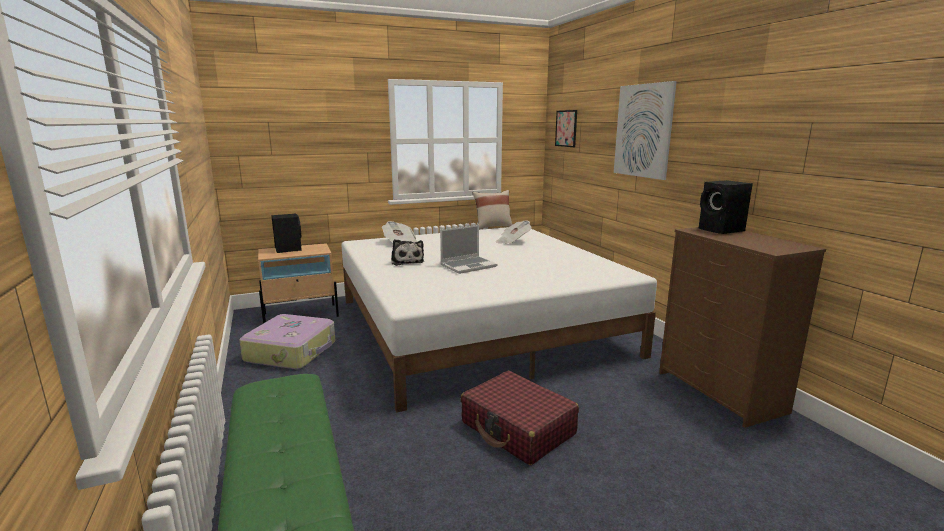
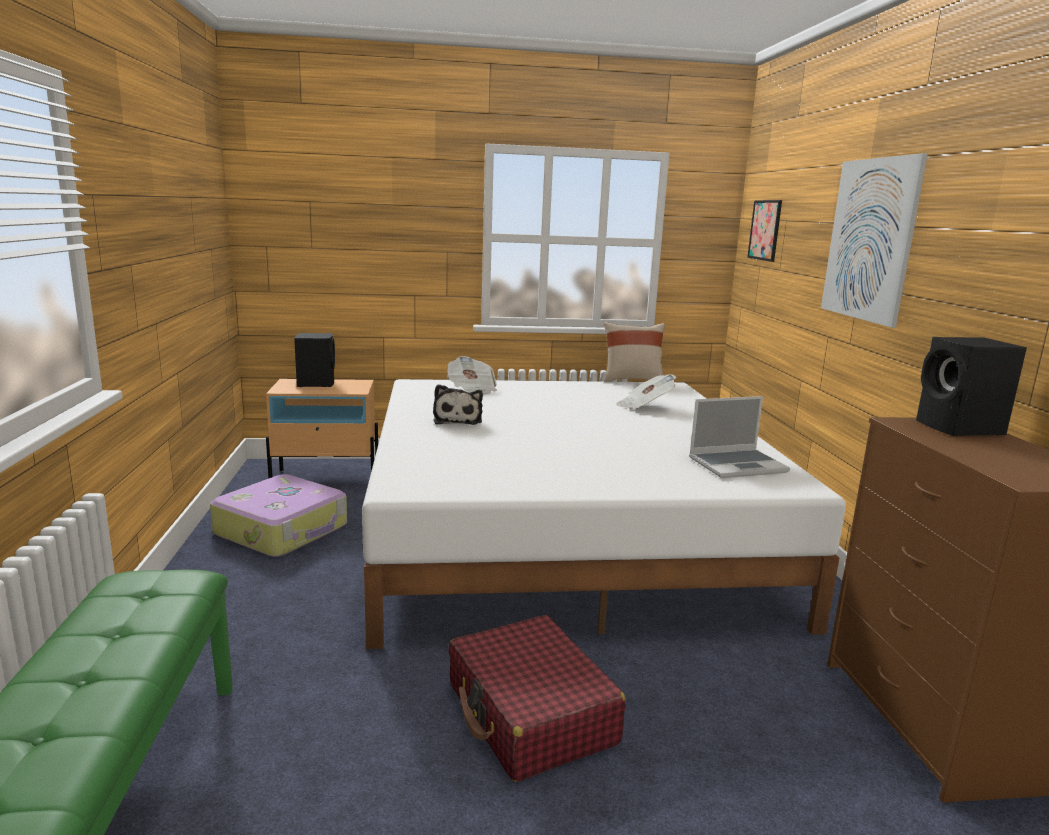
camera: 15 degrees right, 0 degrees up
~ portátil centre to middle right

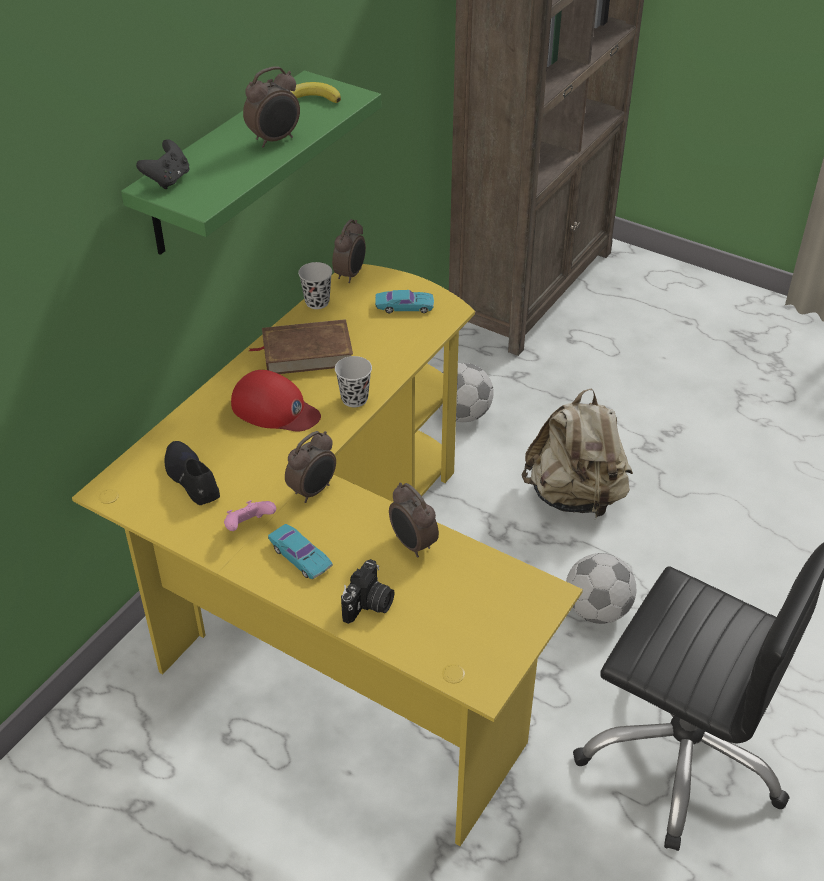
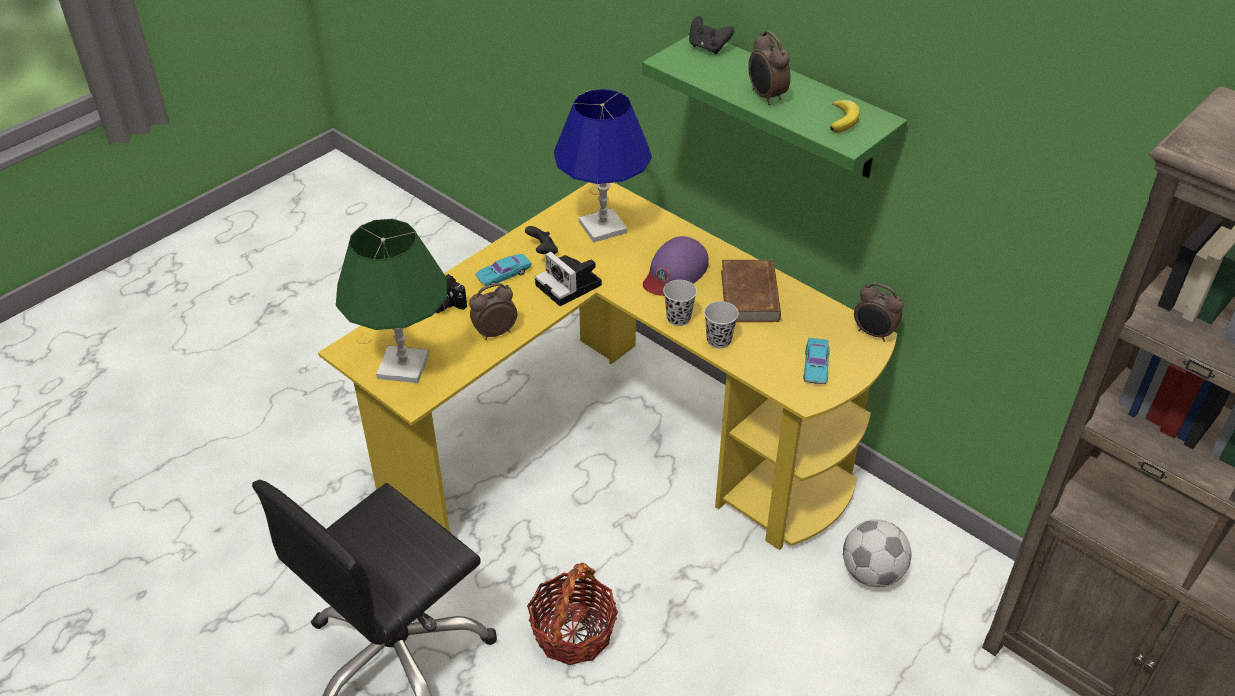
camera: 100 degrees right, 0 degrees up
+ lámpara de mesa (verde) middle left
~ mando de consola (rosa) middle left to mando de consola (negro) (no. 1 from left) centre
~ balón de fútbol (no. 2 from left) bottom right to cesta bottom centre
~ despertador (no. 2 from left) centre to cámara (no. 2 from left) centre
~ zapato (negro) middle left to lámpara de mesa (azul) top centre
~ gorra (rojo) centre to gorra (morado) centre
~ taza (negro) (no. 1 from left in the first image) top centre to taza (negro) (no. 2 from left) centre
- mochila (beis) middle right

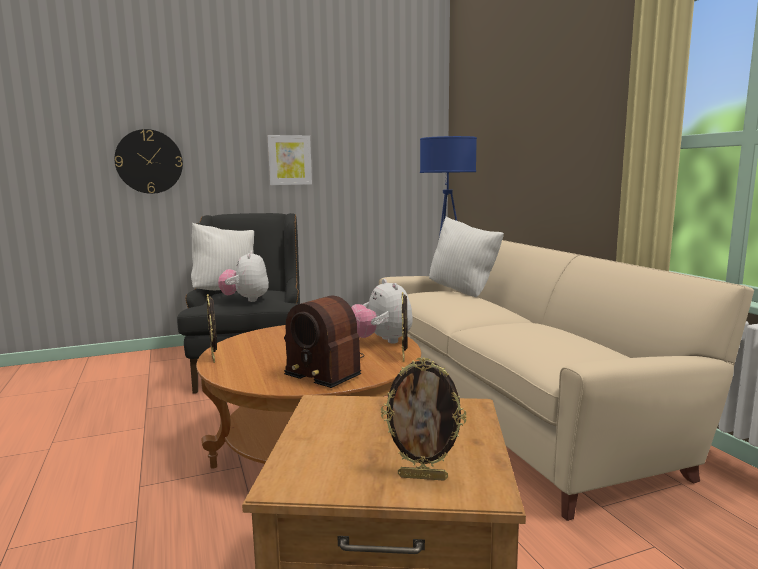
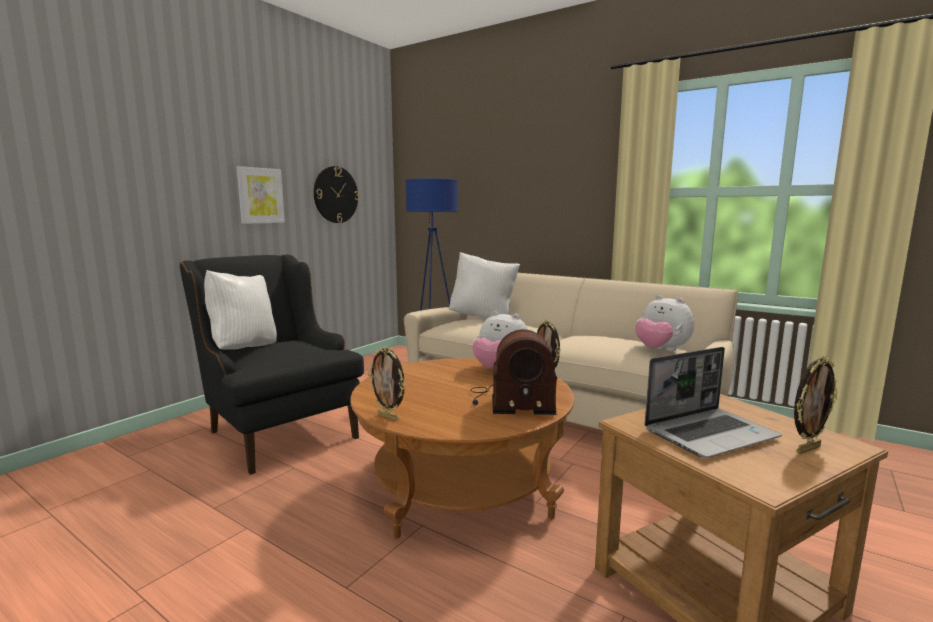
camera: 35 degrees left, 0 degrees up
~ reloj de pared top left to top centre
~ peluche (no. 1 from left in the first image) middle left to peluche (no. 2 from left) middle right
+ portátil middle right

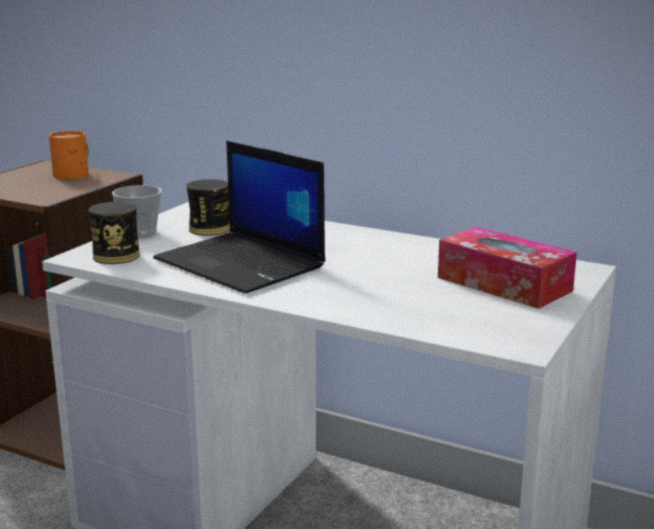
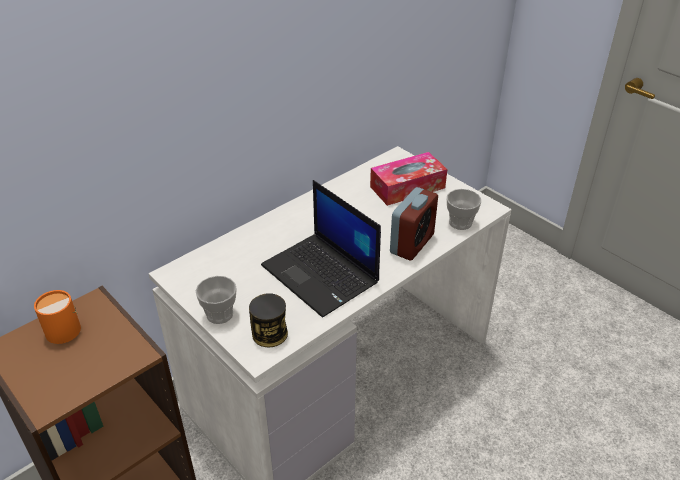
camera: 70 degrees left, 20 degrees up
~ portátil centre = centre 75 degrees clockwise
+ despertador centre
+ taza (no. 2 from left) middle right
- lata (no. 2 from left) middle left

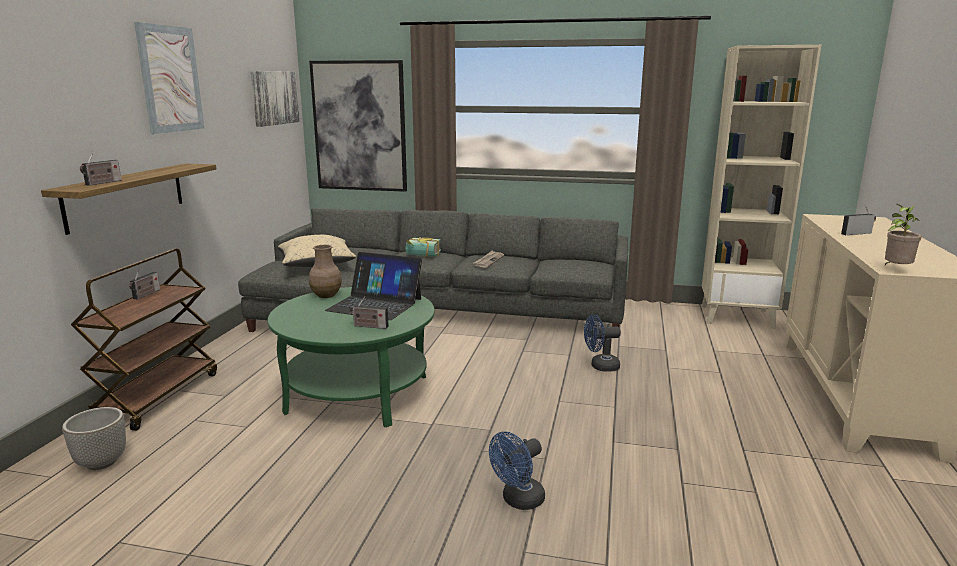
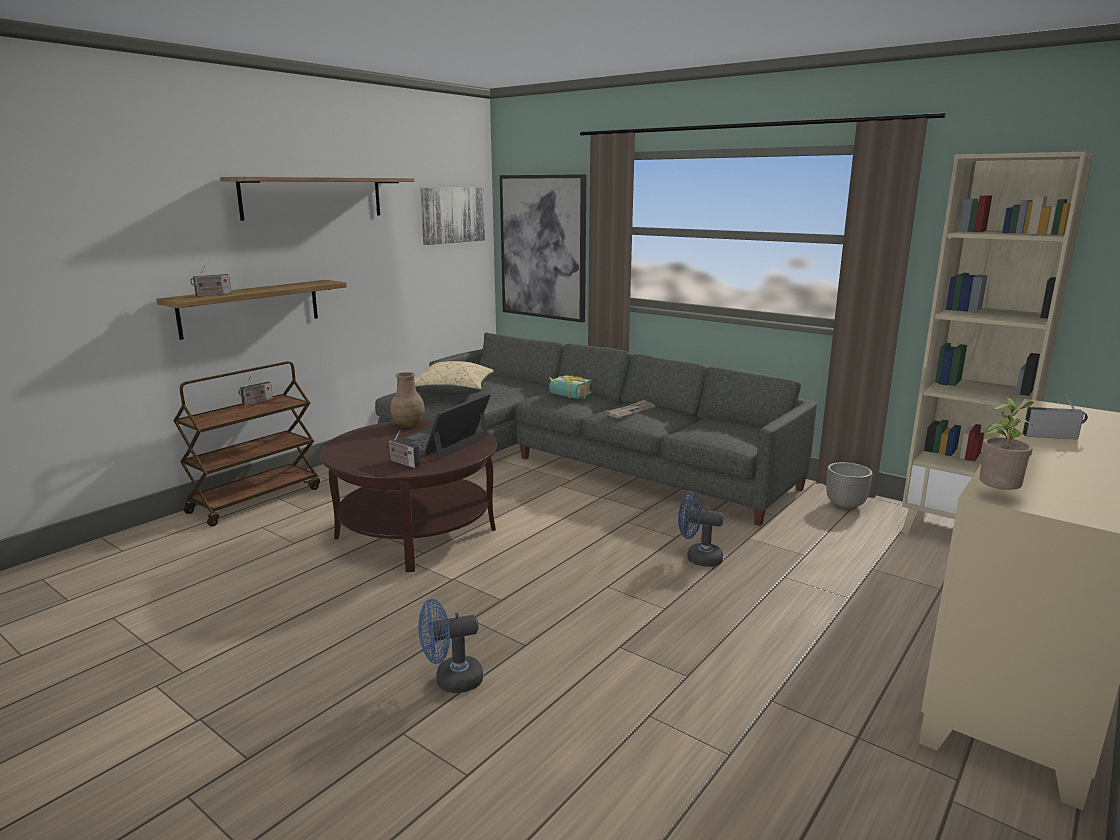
camera: 25 degrees right, 0 degrees up
~ cuadro (no. 1 from left) top left to estante (no. 2 from left) top left
~ mesa de centro (verde) centre to mesa de centro (marrón) centre
~ portátil centre = centre 75 degrees clockwise
~ maceta bottom left to middle right

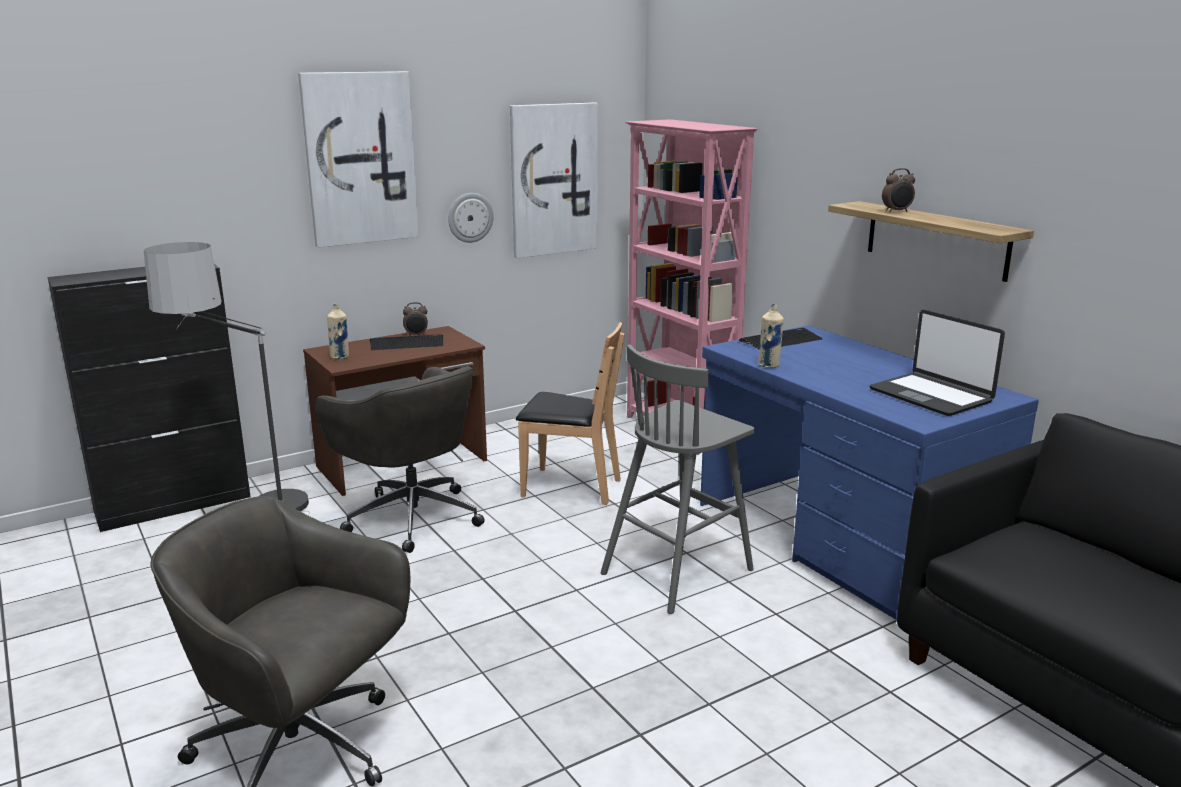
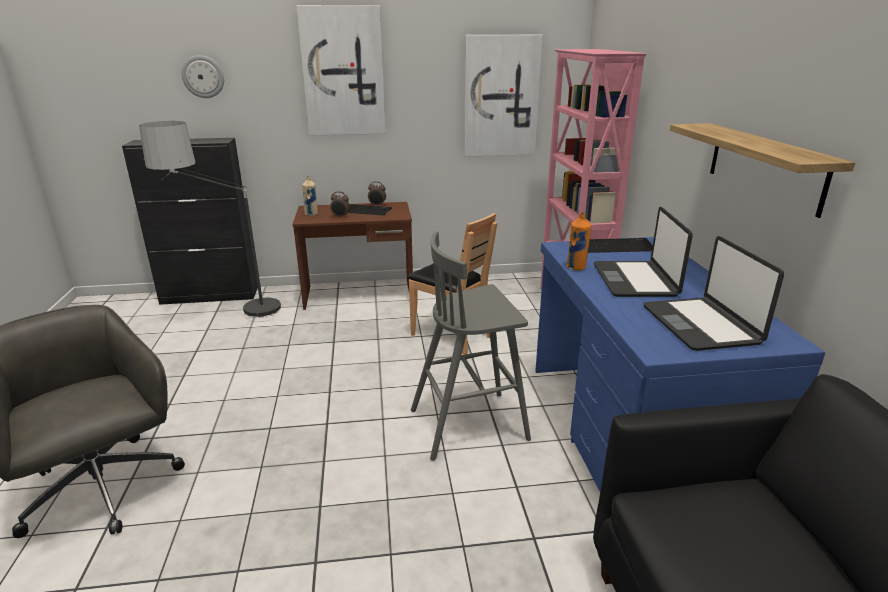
camera: 25 degrees right, 5 degrees up
~ reloj de pared top centre to top left
~ despertador (no. 2 from left in the first image) top right to despertador (no. 1 from left) centre
~ botella (beis) (no. 2 from left) centre to botella (naranja) centre
+ portátil (no. 1 from left) middle right
- silla de oficina (gris) (no. 2 from left) centre

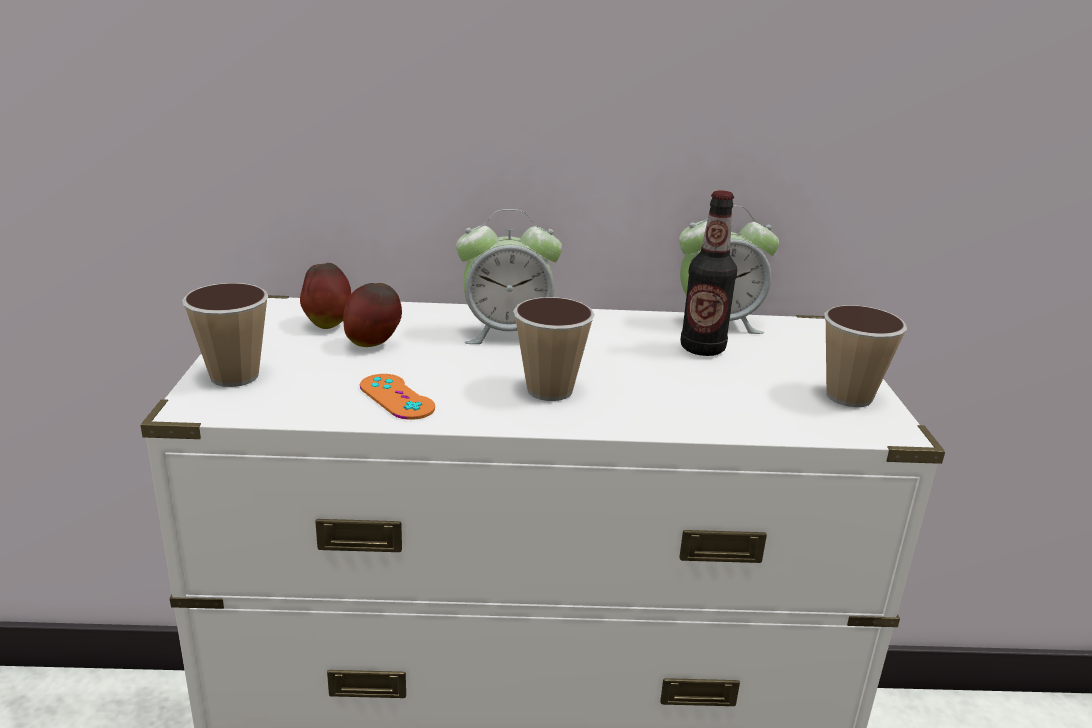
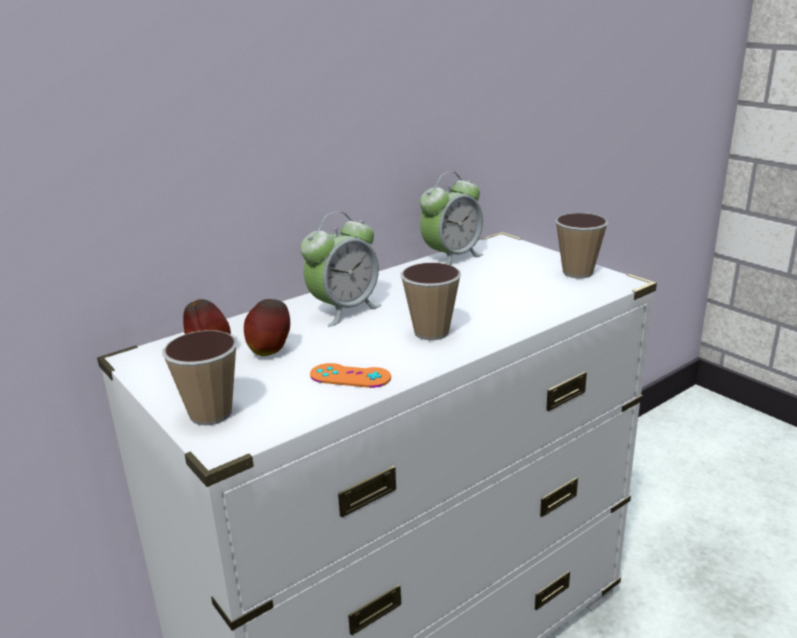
camera: 35 degrees left, 0 degrees up
- botella centre

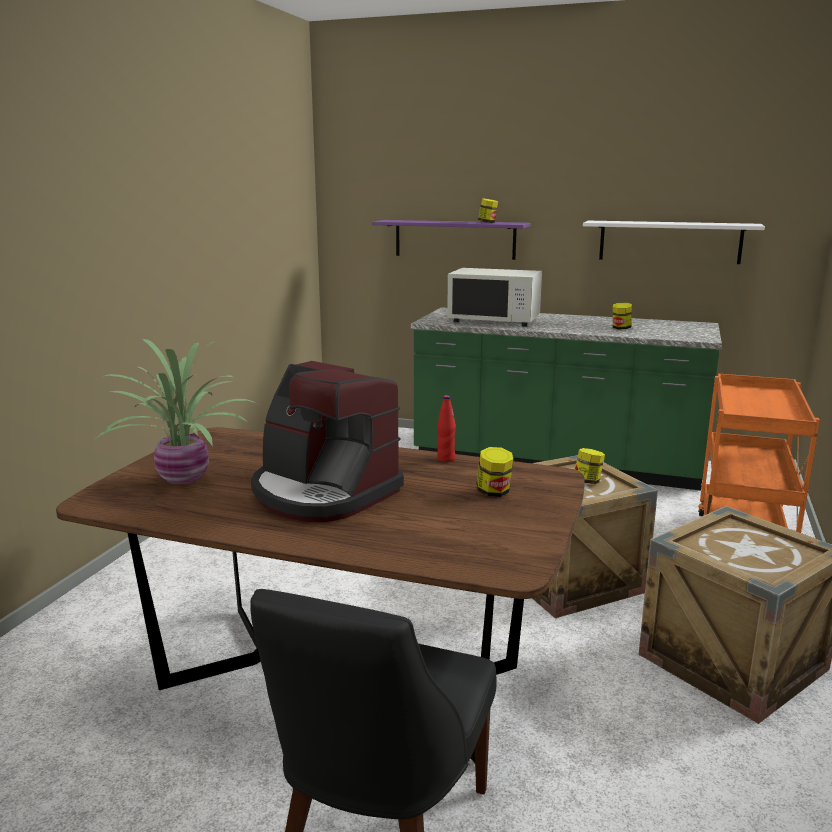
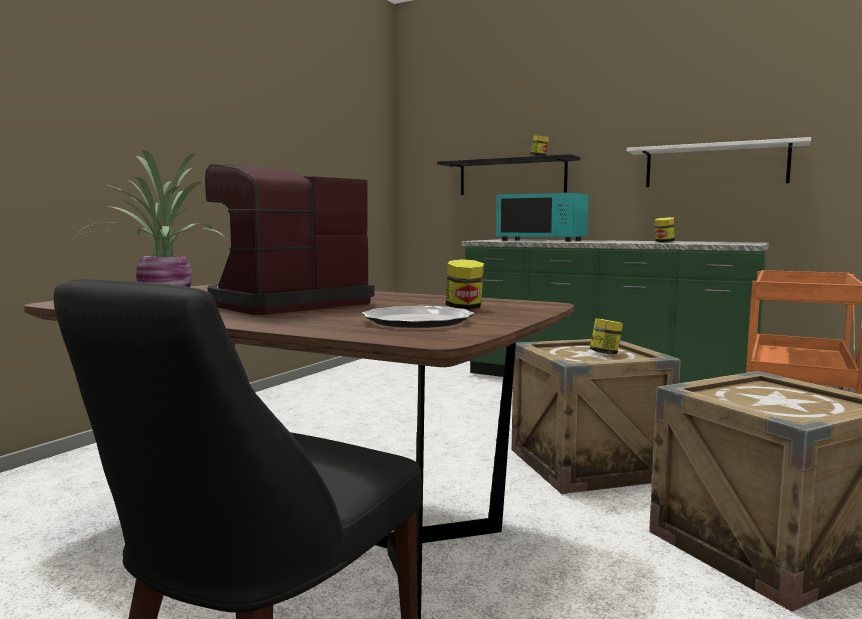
camera: 10 degrees right, 10 degrees down
~ cafetera centre = centre 90 degrees clockwise
+ plato centre
~ estante (morado) top centre to estante (negro) top centre
~ microondas (blanco) centre to microondas (turquesa) centre
- botella (rojo) centre

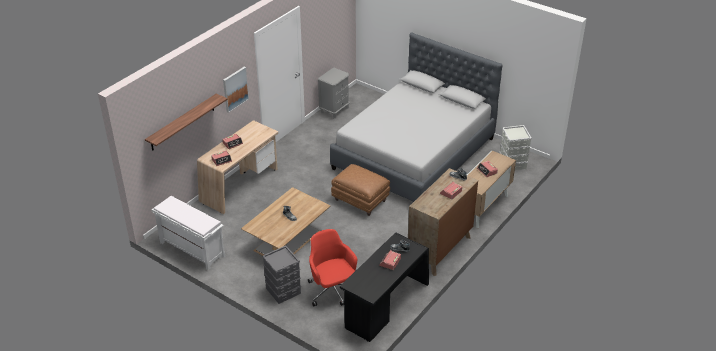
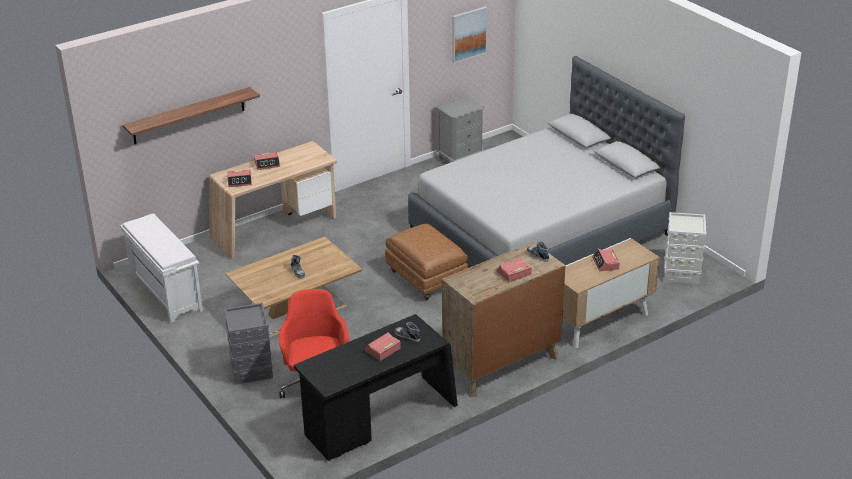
camera: 20 degrees right, 5 degrees down
~ cuadro top left to top centre

